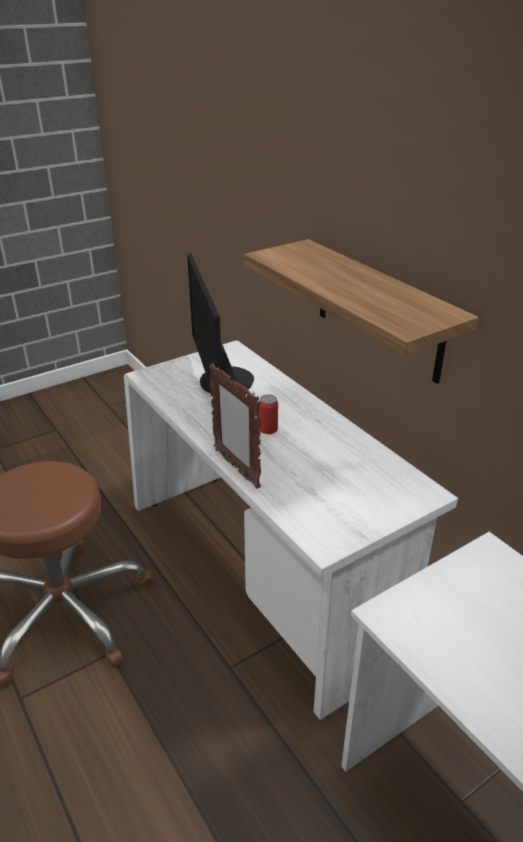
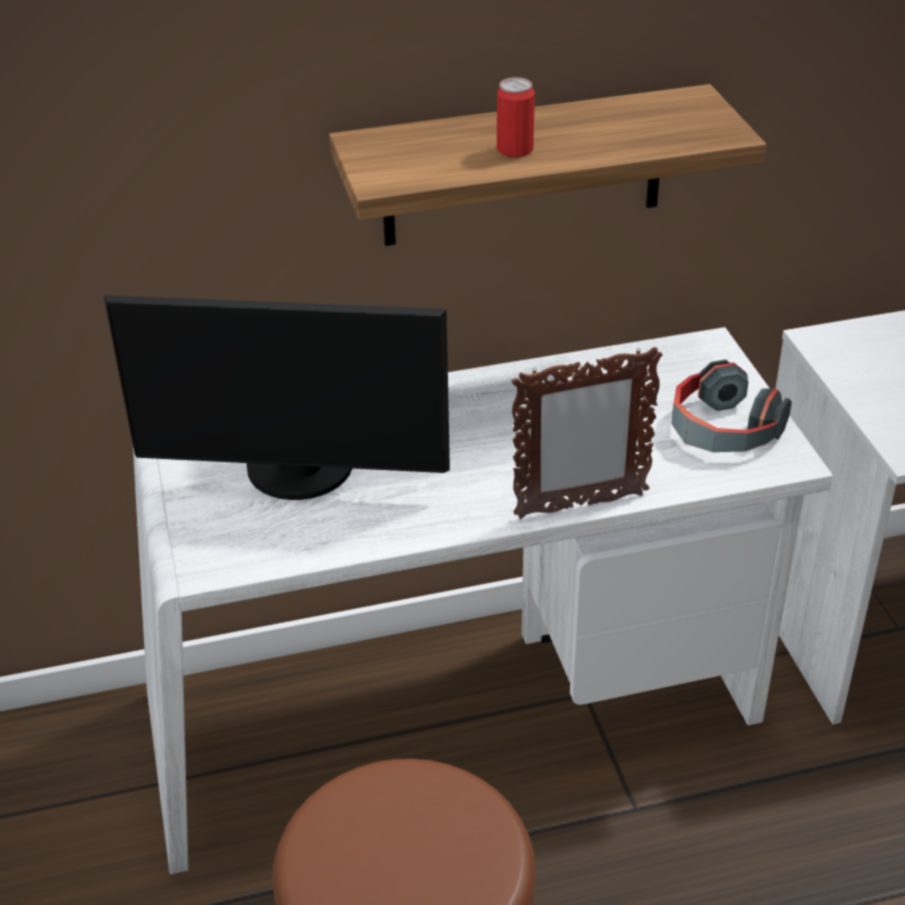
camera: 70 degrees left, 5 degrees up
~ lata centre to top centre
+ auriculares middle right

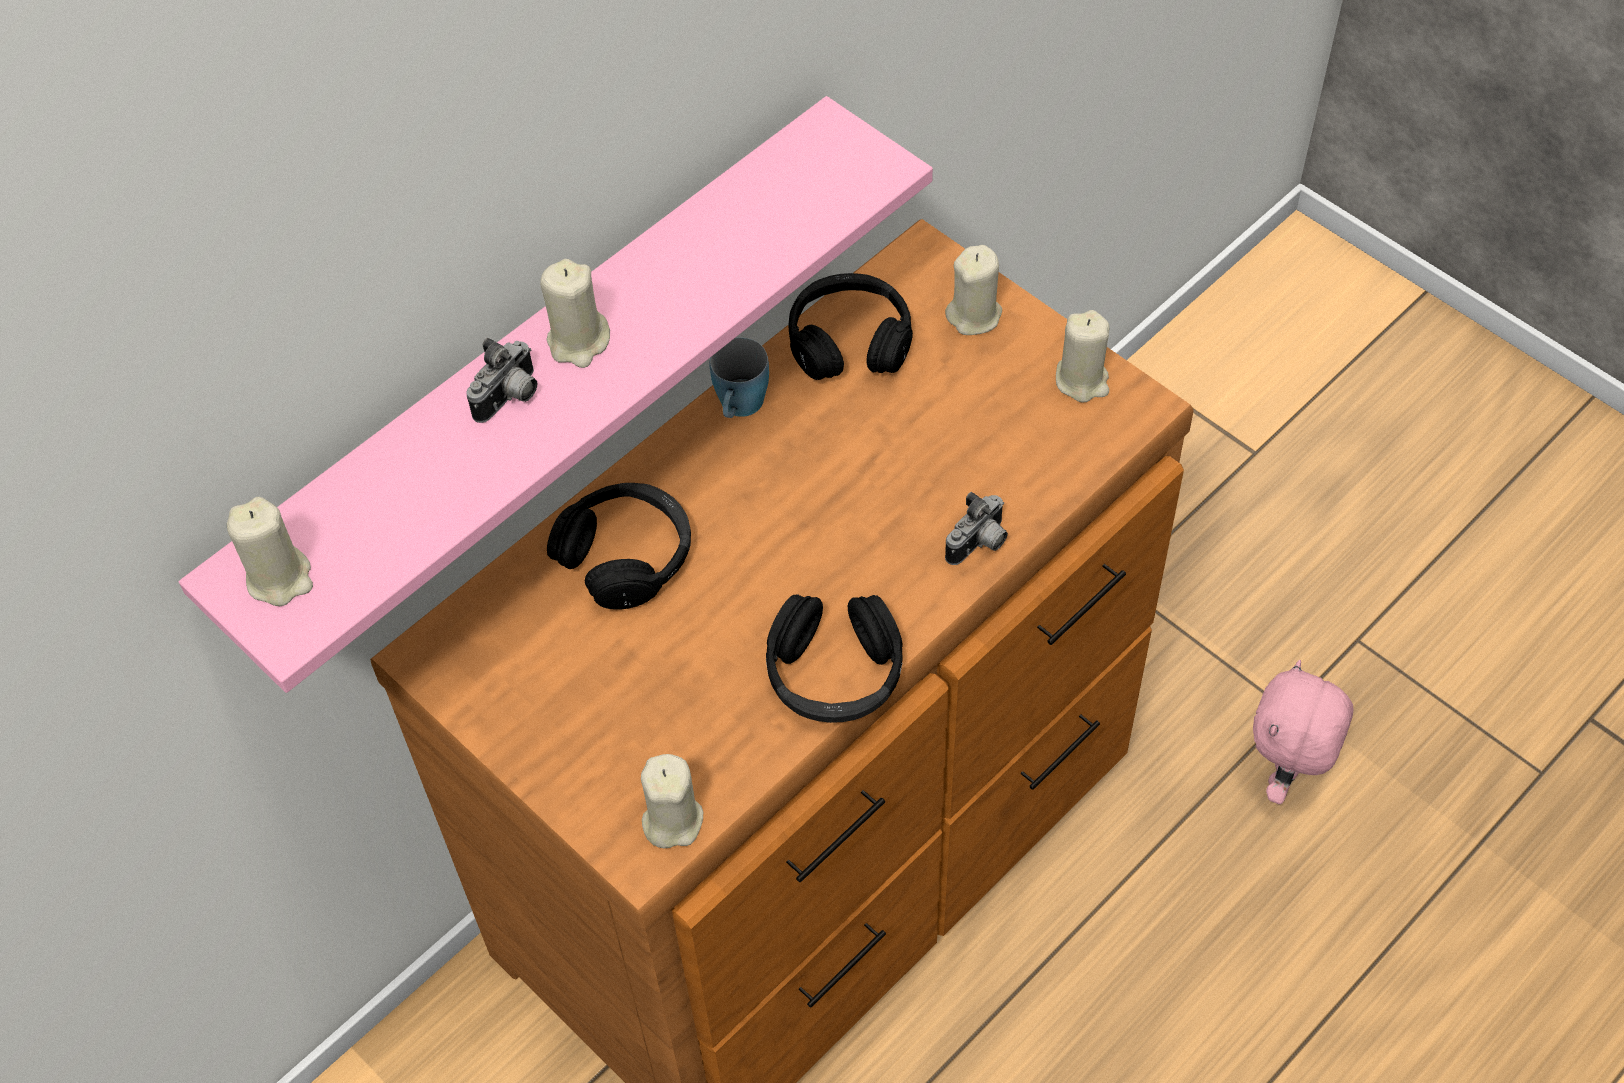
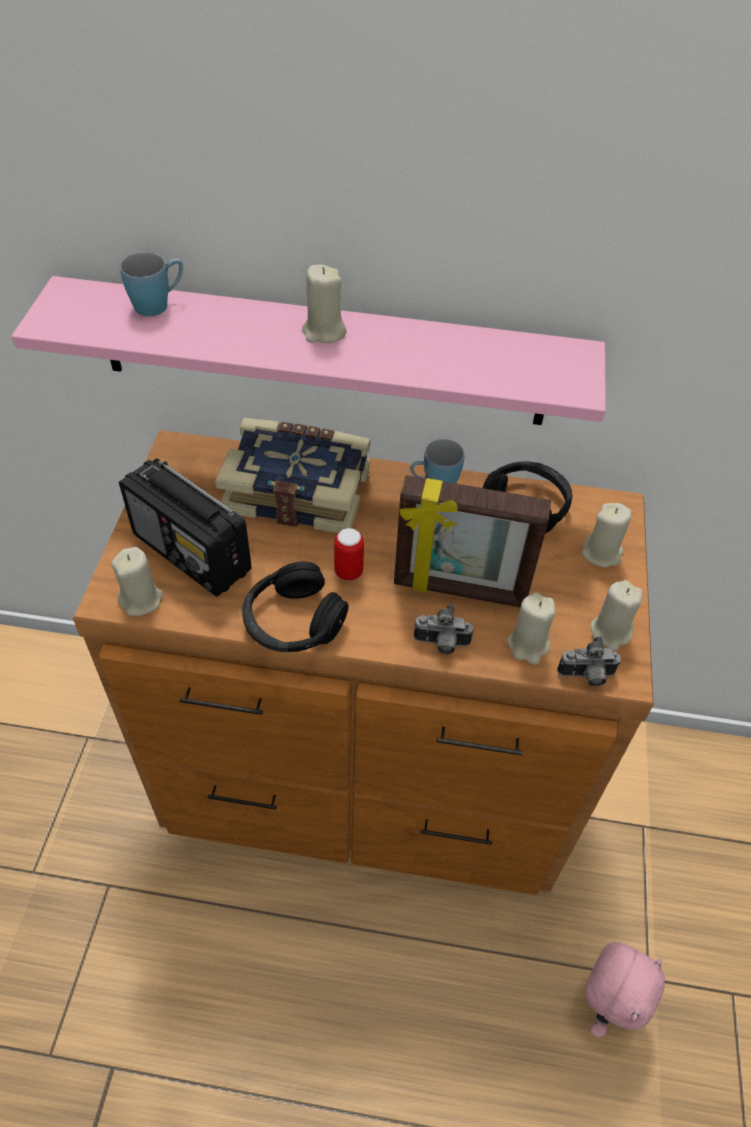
camera: 50 degrees right, 5 degrees down
+ radio middle left
+ taza grande (azul) (no. 1 from left) top left
~ auriculares (negro) (no. 1 from left) centre to libro centre
+ lata centre
+ portarretratos centre
~ vela (beis) (no. 1 from left in the first image) middle left to vela (beis) (no. 3 from left) middle right
~ cámara (no. 1 from left in the first image) middle left to cámara (no. 2 from left) middle right
~ peluche (rosa) bottom right = bottom right 135 degrees clockwise

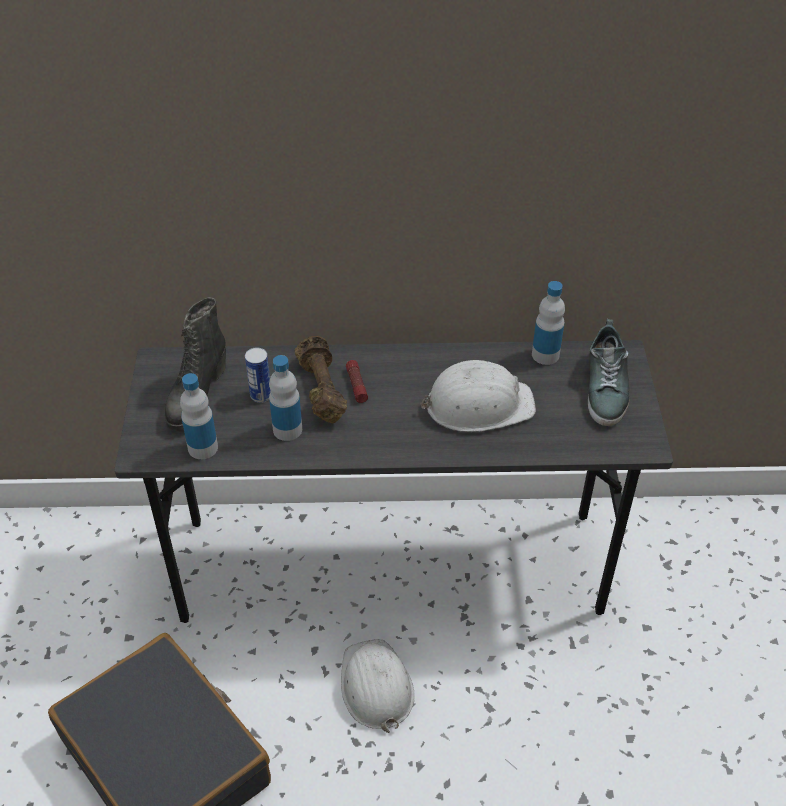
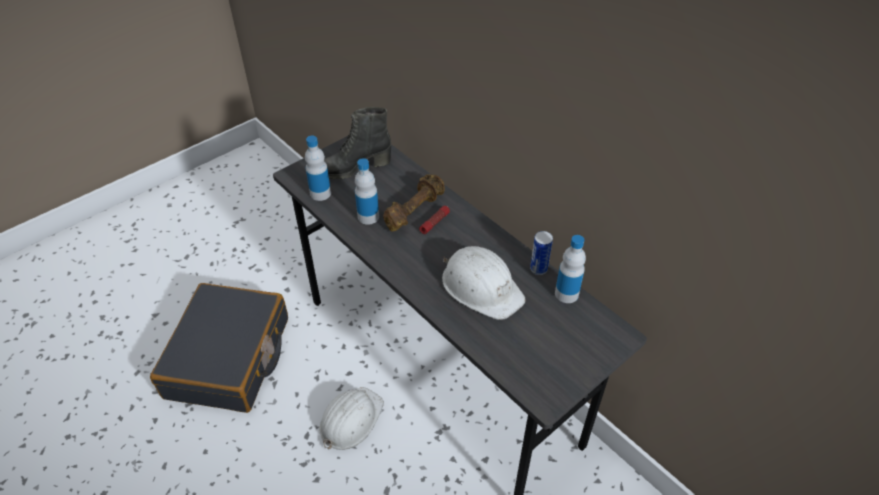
camera: 50 degrees right, 0 degrees up
~ lata middle left to centre
- zapato middle right

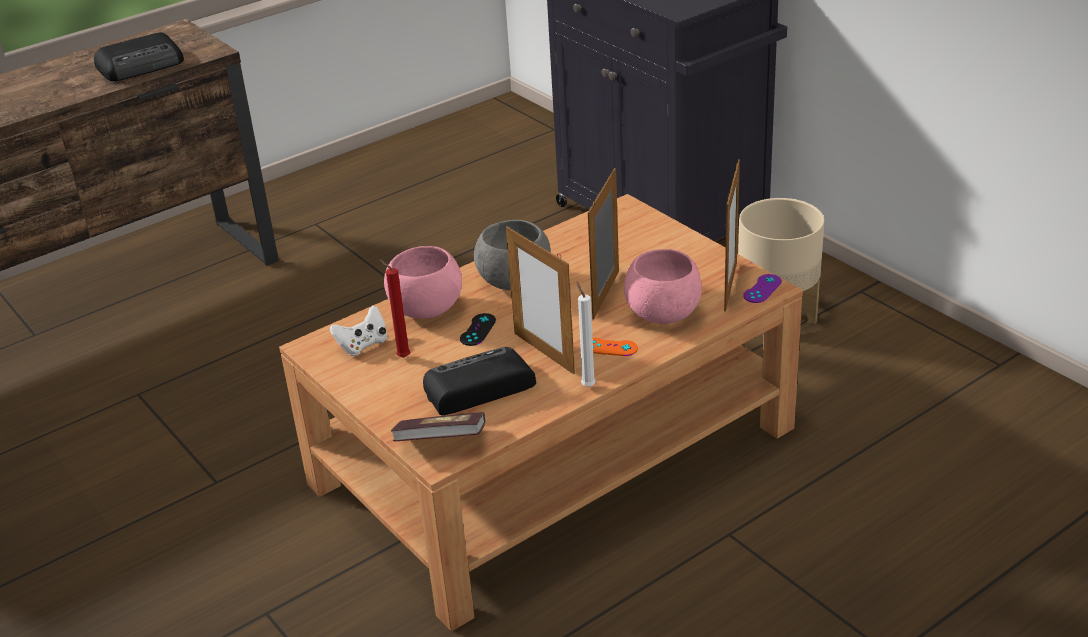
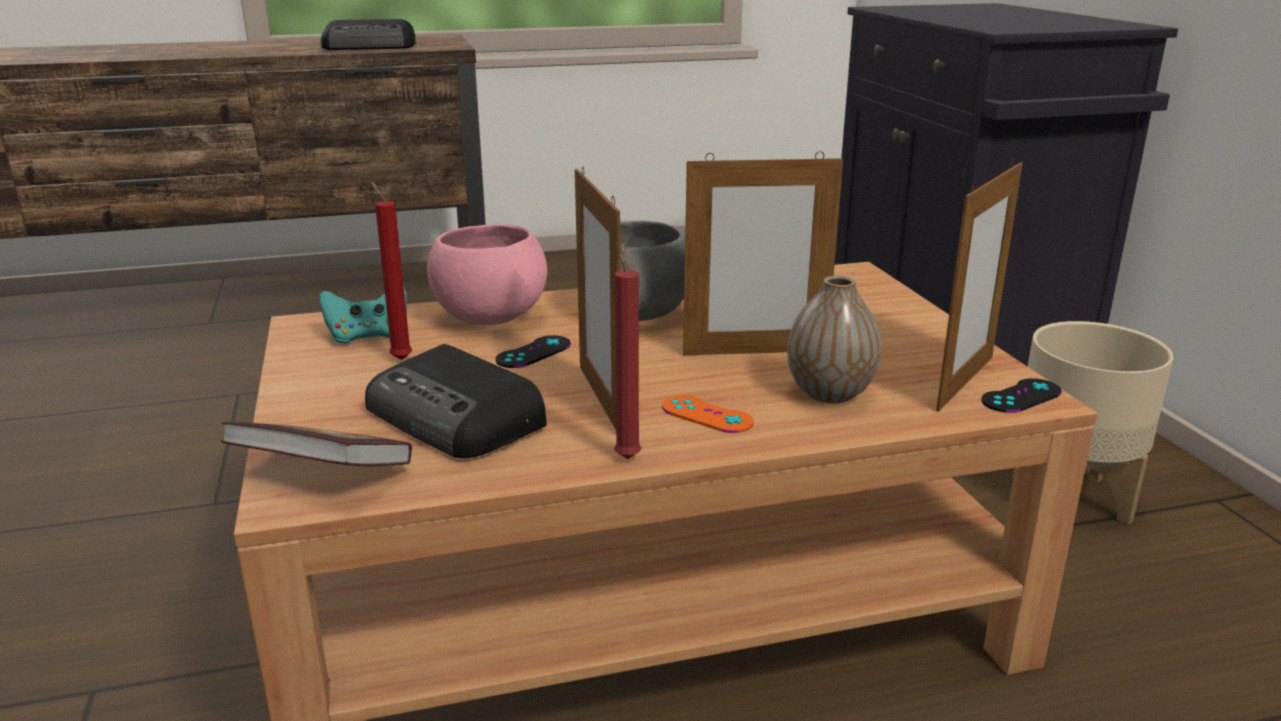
camera: 20 degrees right, 10 degrees down
~ mando de consola (blanco) middle left to mando de consola (turquesa) middle left
~ radio (no. 2 from left) centre = centre 135 degrees counterclockwise
~ vela (blanco) centre to vela (rojo) (no. 2 from left) centre
~ portarretratos (no. 2 from left) centre = centre 135 degrees counterclockwise
~ cuenco (rosa) (no. 2 from left) centre to florero centre
~ mando de consola (morado) middle right to mando de consola (negro) (no. 2 from left) middle right

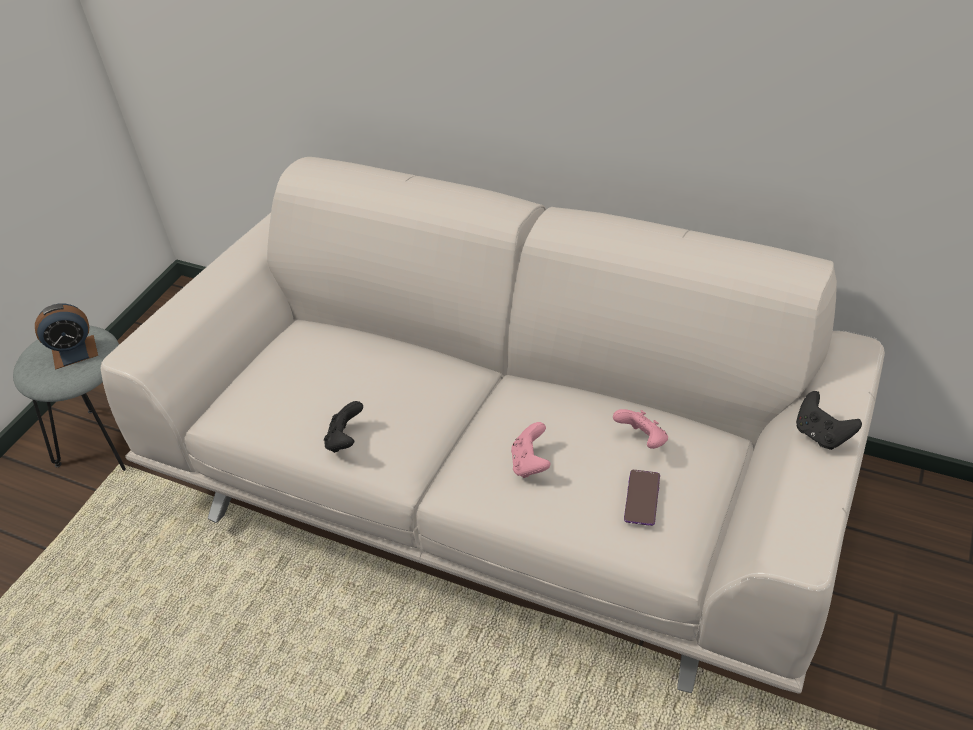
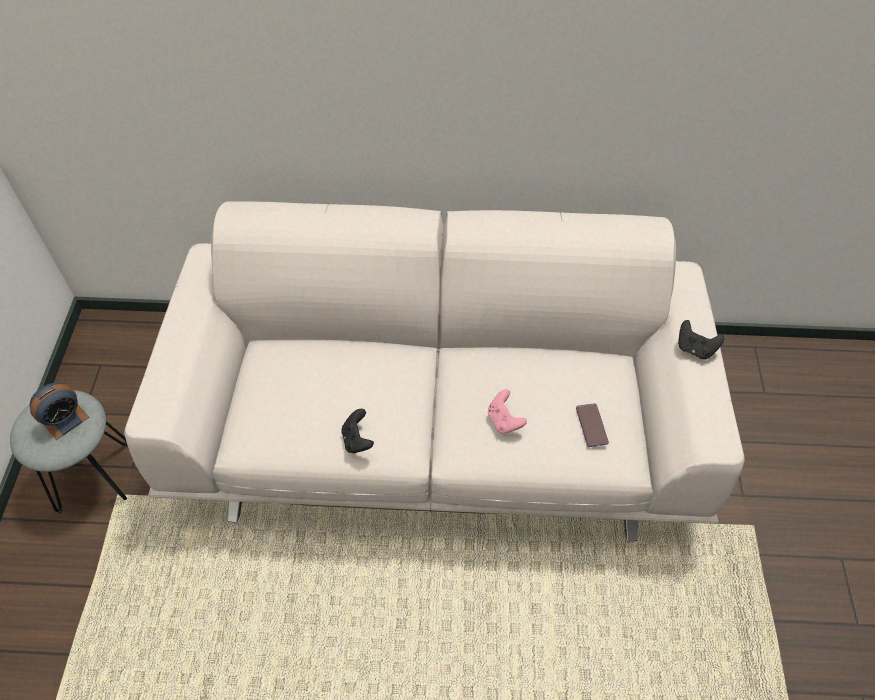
camera: 25 degrees left, 10 degrees up
- mando de consola (rosa) (no. 2 from left) centre

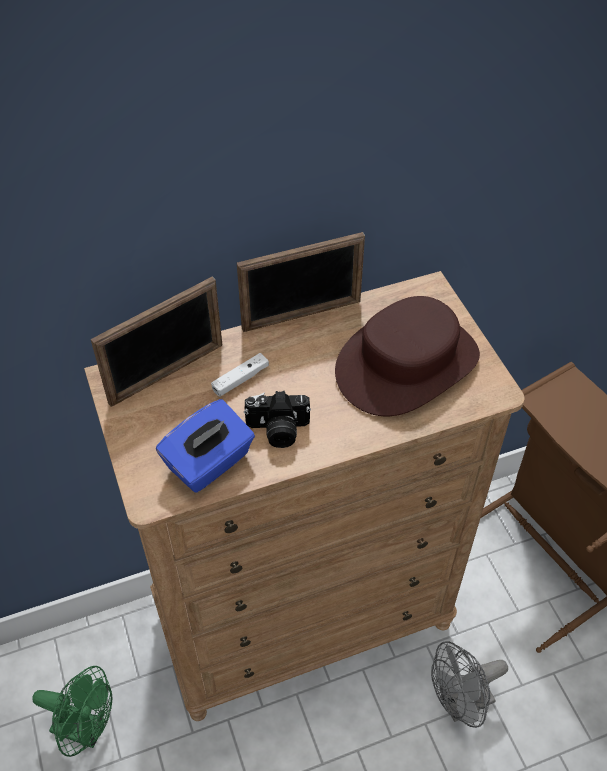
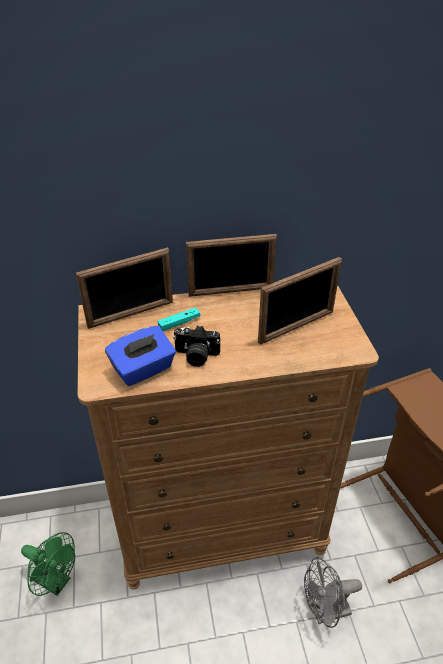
camera: 10 degrees right, 10 degrees down
~ mando de consola (blanco) centre to mando de consola (turquesa) centre
~ sombrero (marrón) middle right to portarretratos (no. 3 from left) middle right

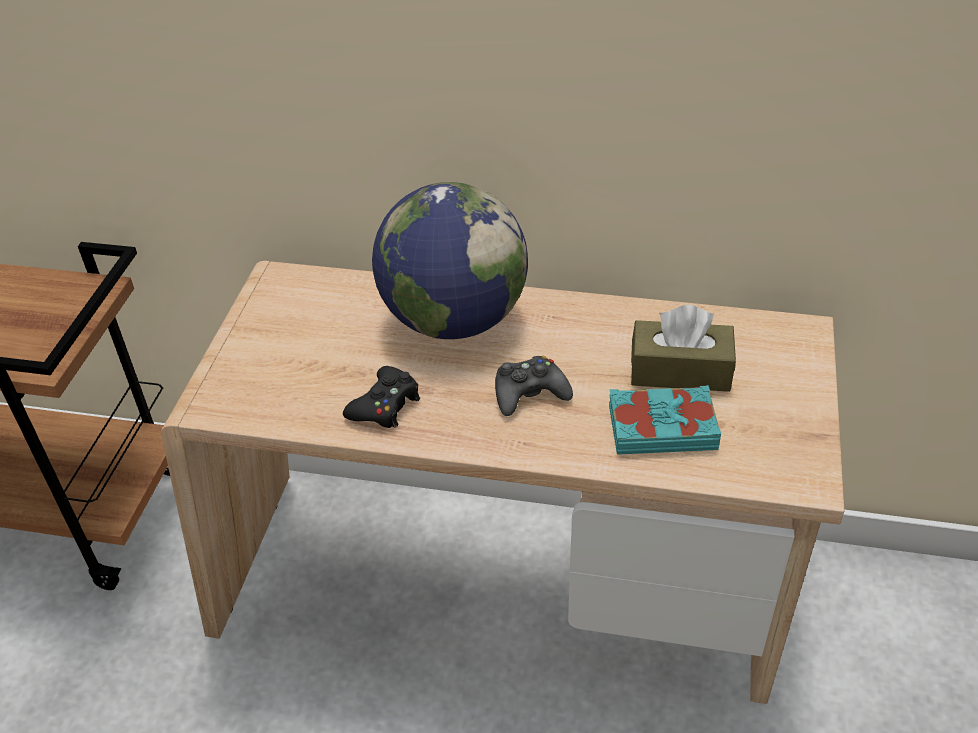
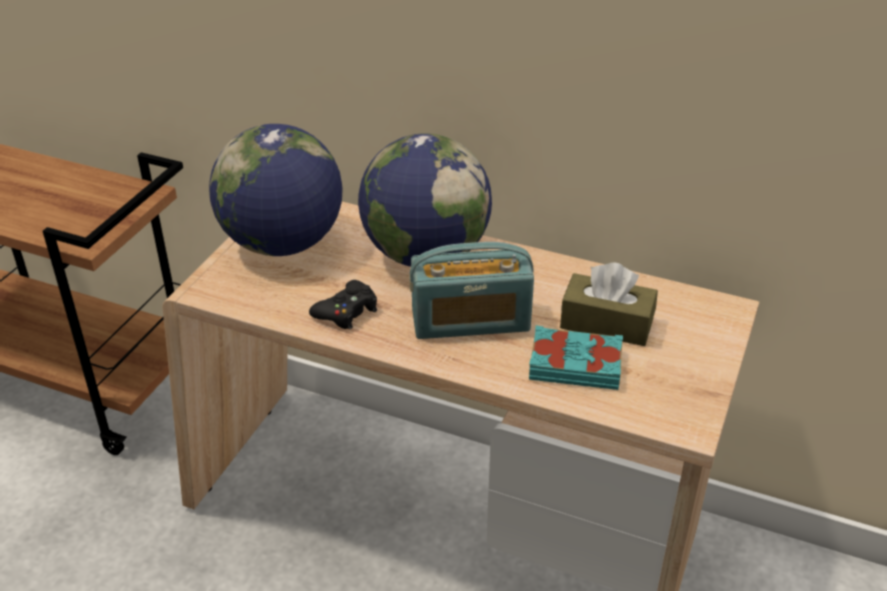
camera: 10 degrees right, 5 degrees down
+ globo terráqueo (no. 1 from left) top left
~ mando de consola (negro) (no. 2 from left) centre to radio centre

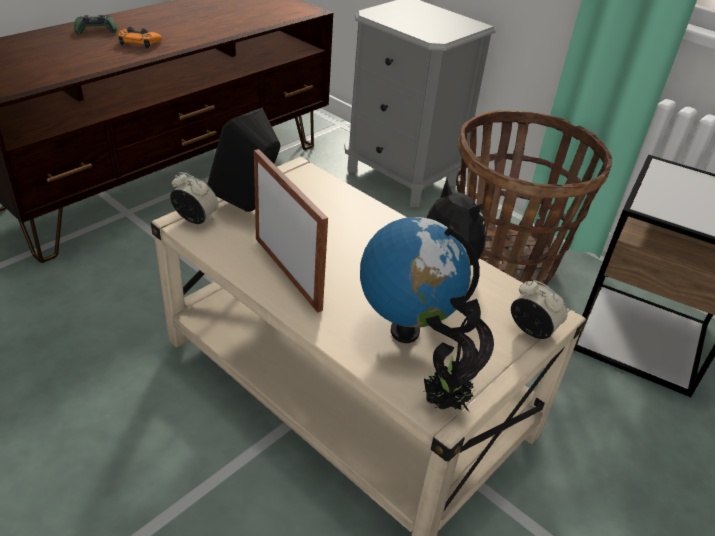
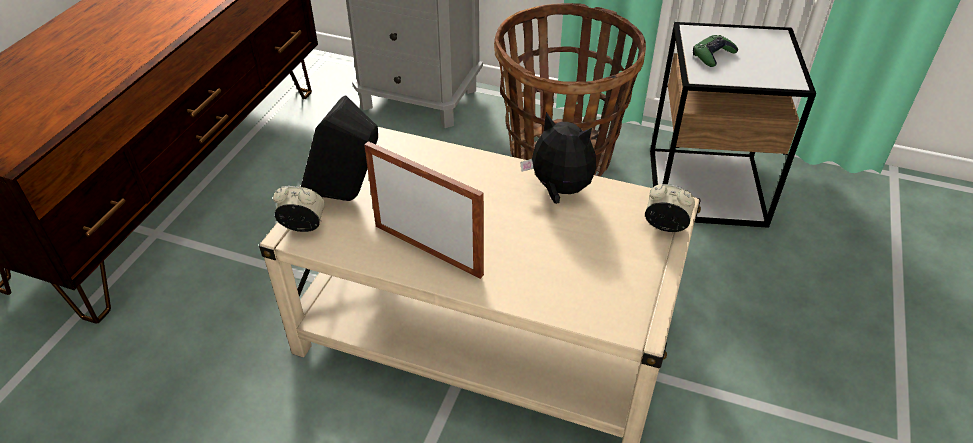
camera: 20 degrees left, 5 degrees up
~ mando de consola (verde) top left to top right
- mando de consola (naranja) top left
- globo terráqueo centre
- planta en maceta centre

